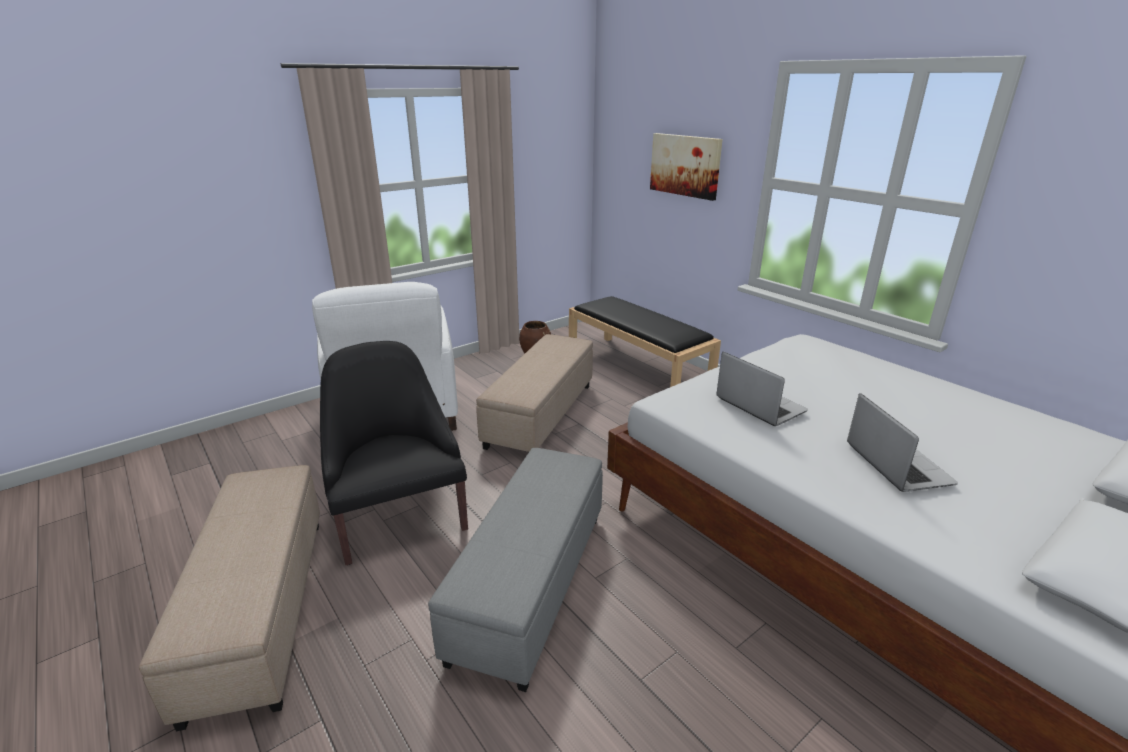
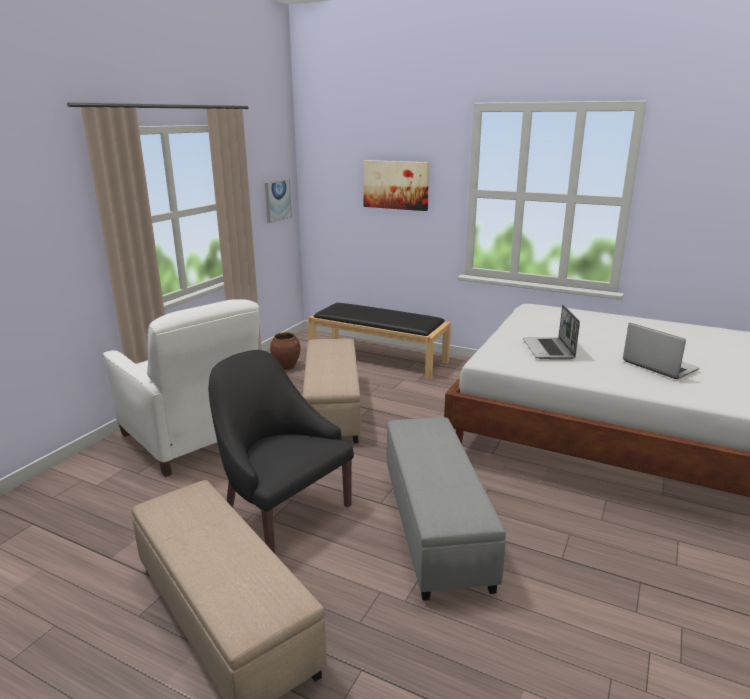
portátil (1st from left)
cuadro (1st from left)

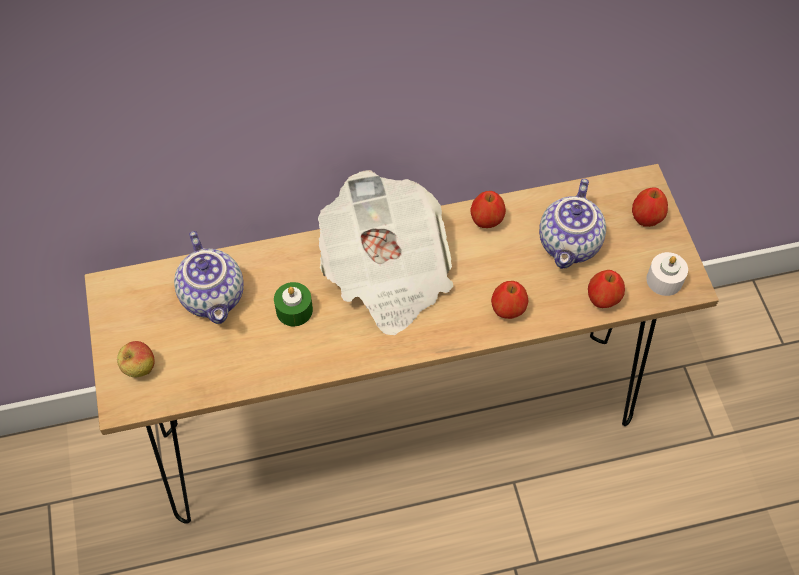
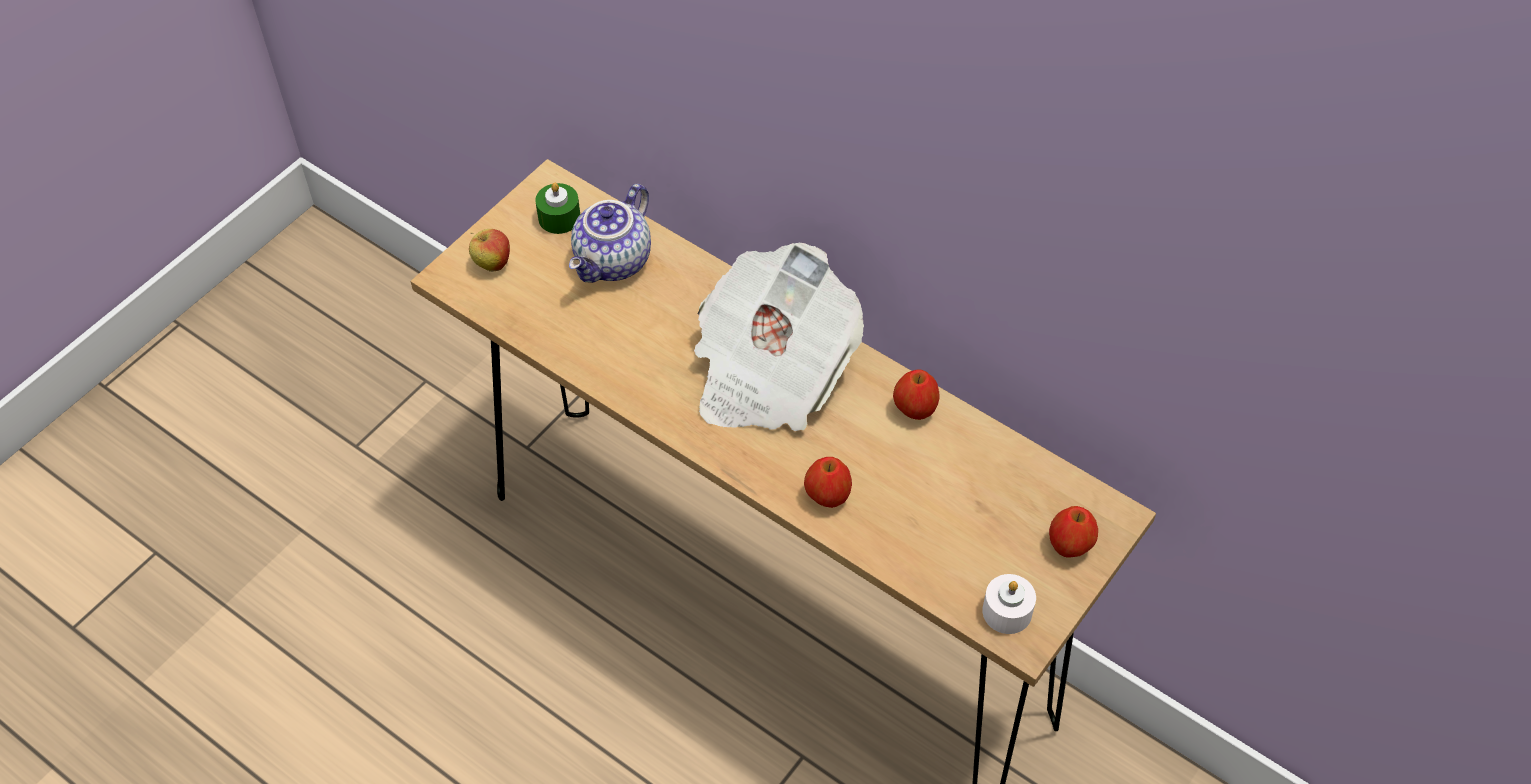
vela (verde)
tetera (2nd from left in the first image)
manzana (4th from left in the first image)

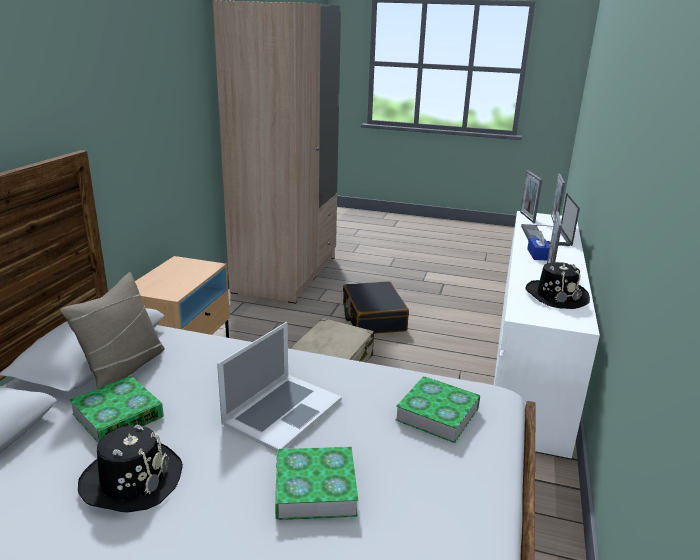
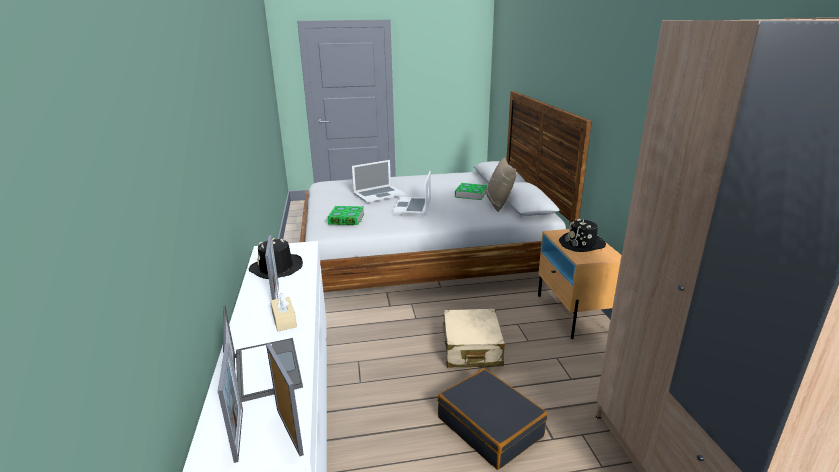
sombrero (negro) (2nd from left)
portátil (2nd from left)
caja de pañuelos (beis)

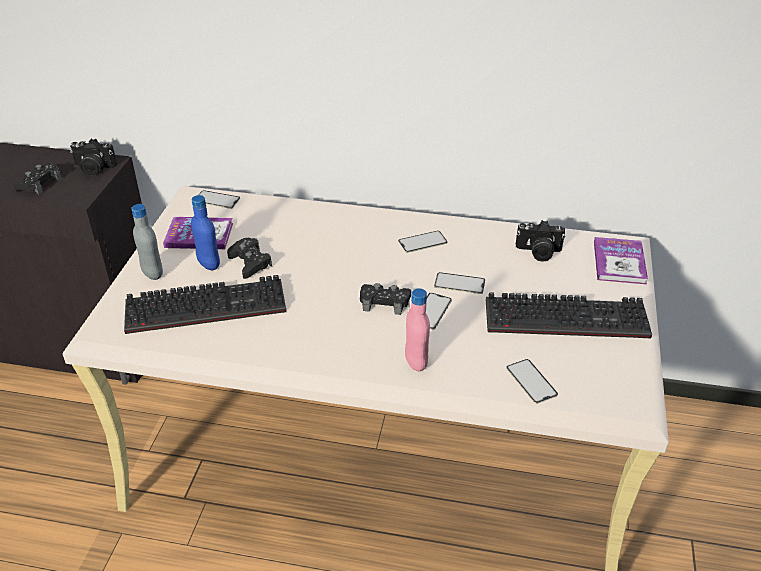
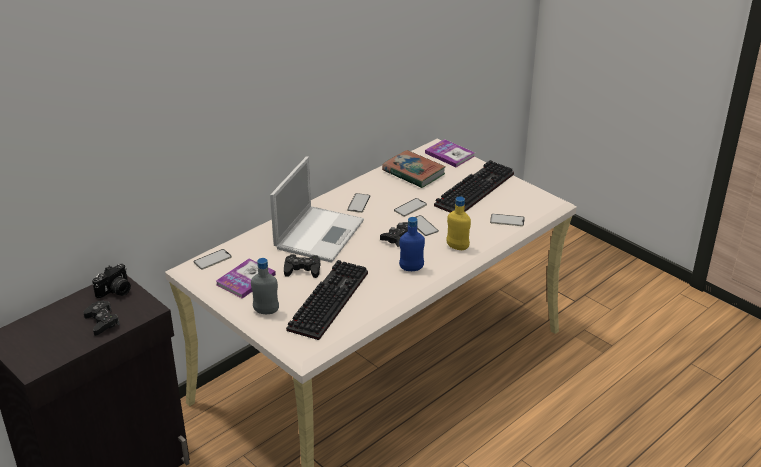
botella (azul)
botella (amarillo)
libro (2nd from left)
portátil

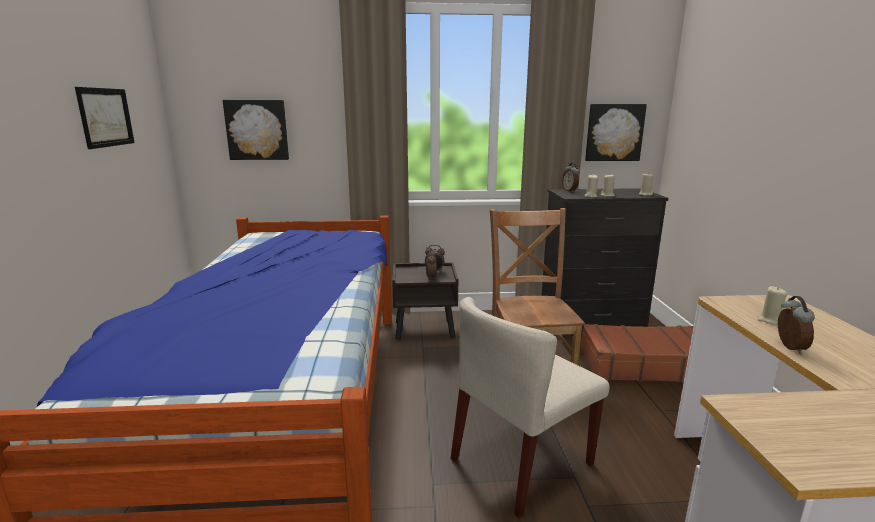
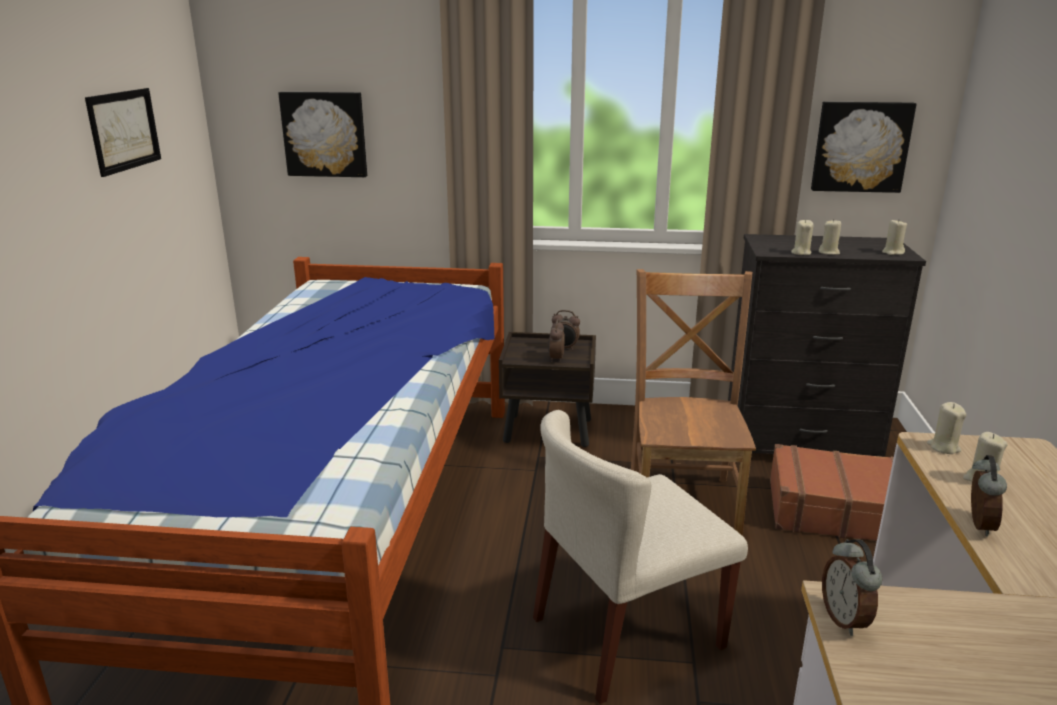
despertador (3rd from left)
vela (beis) (4th from left)

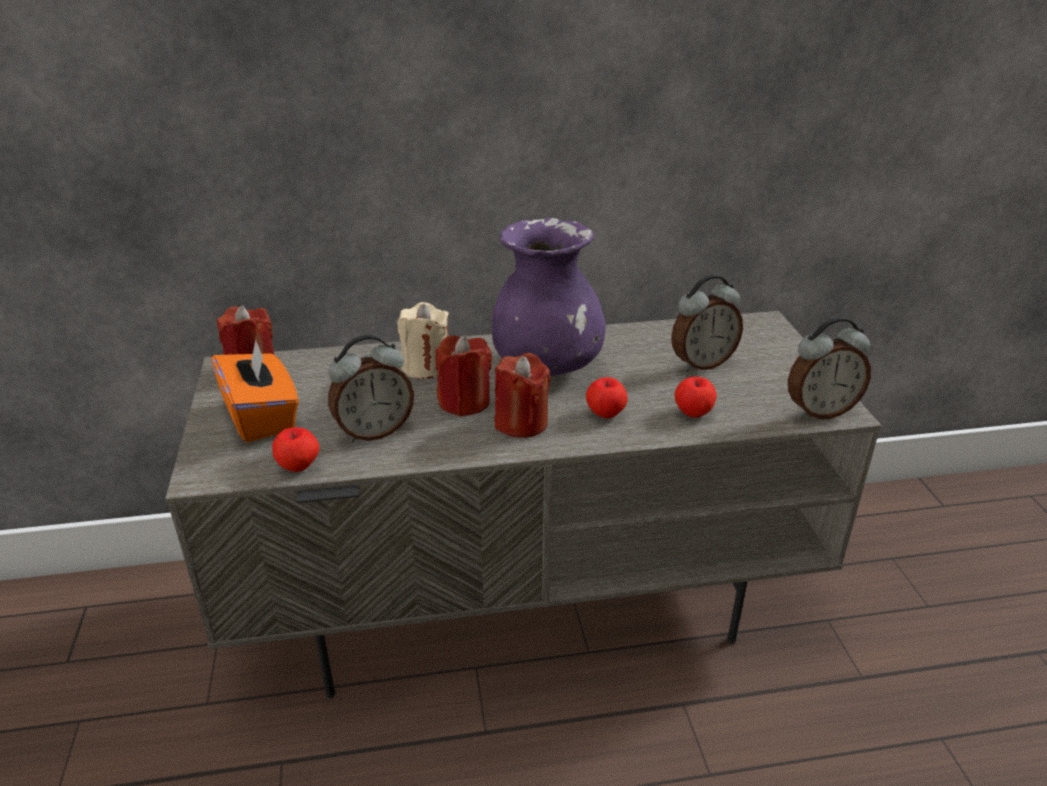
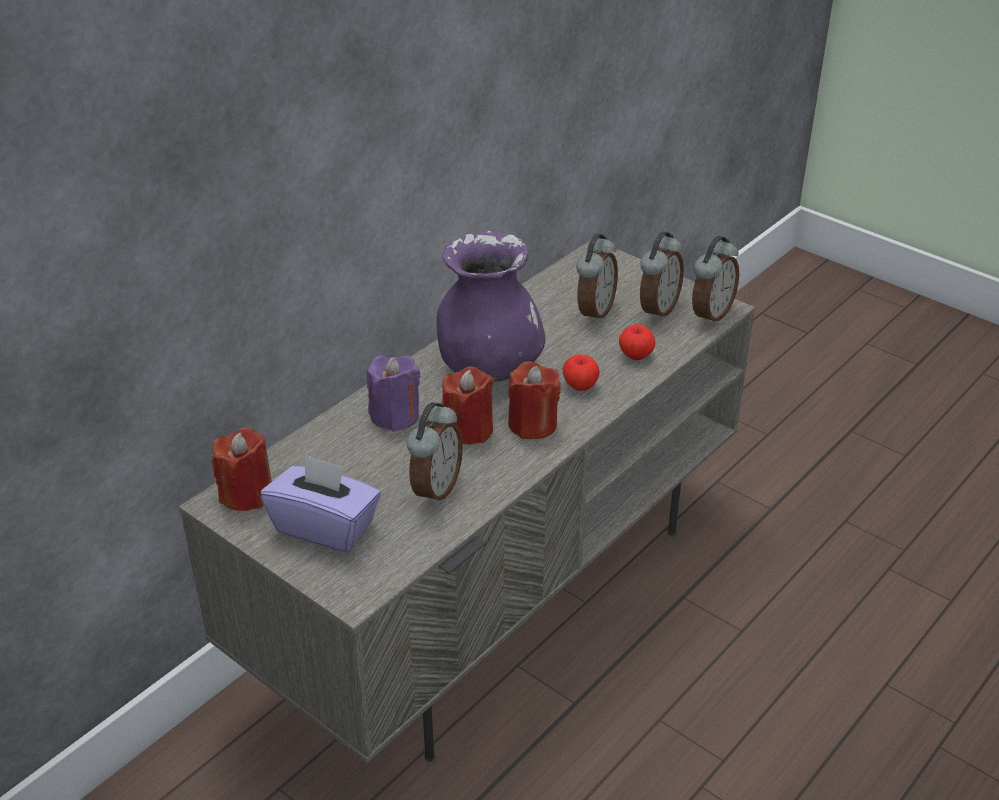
caja de pañuelos (morado)
manzana (1st from left in the first image)
vela (morado)
despertador (3rd from left)

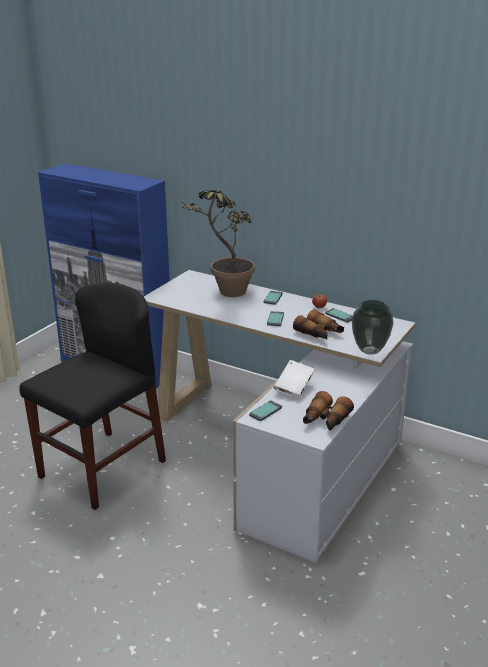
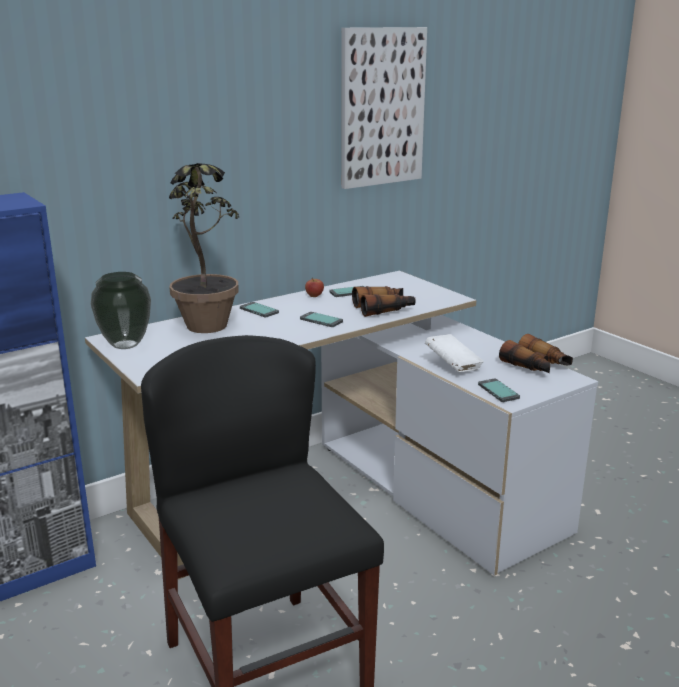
florero
cuadro

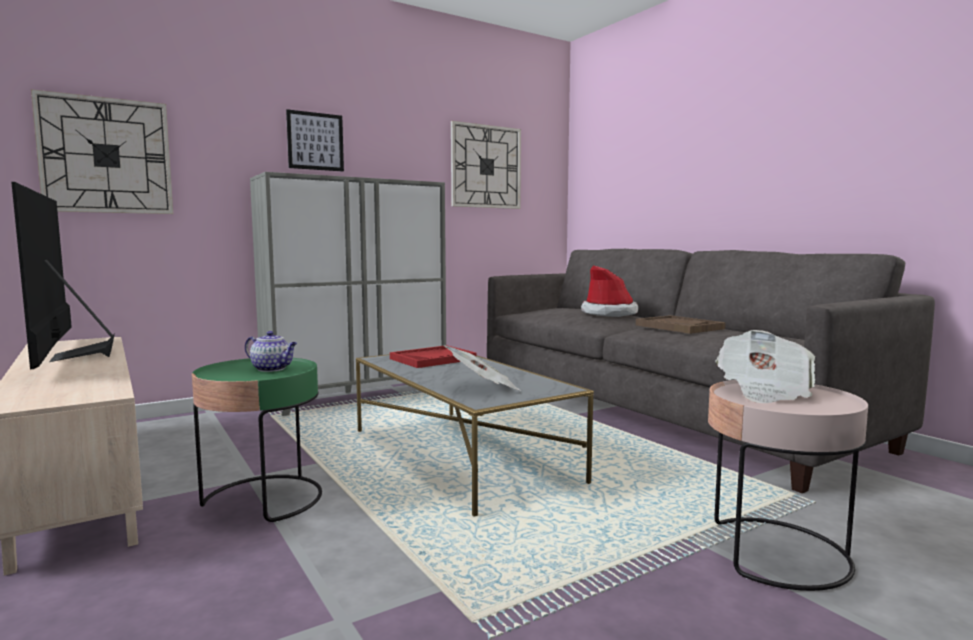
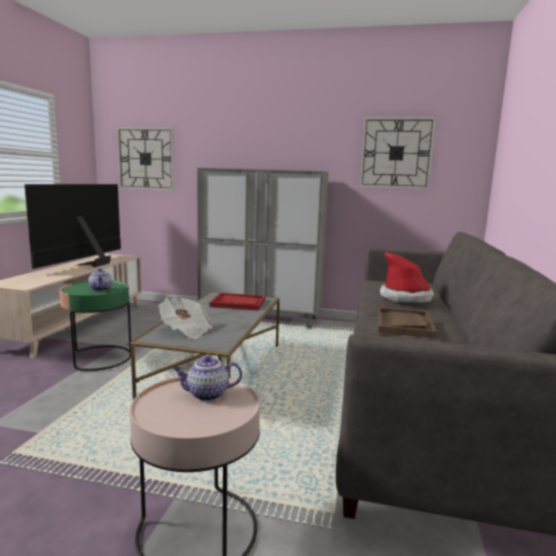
cuadro
tetera (2nd from left)

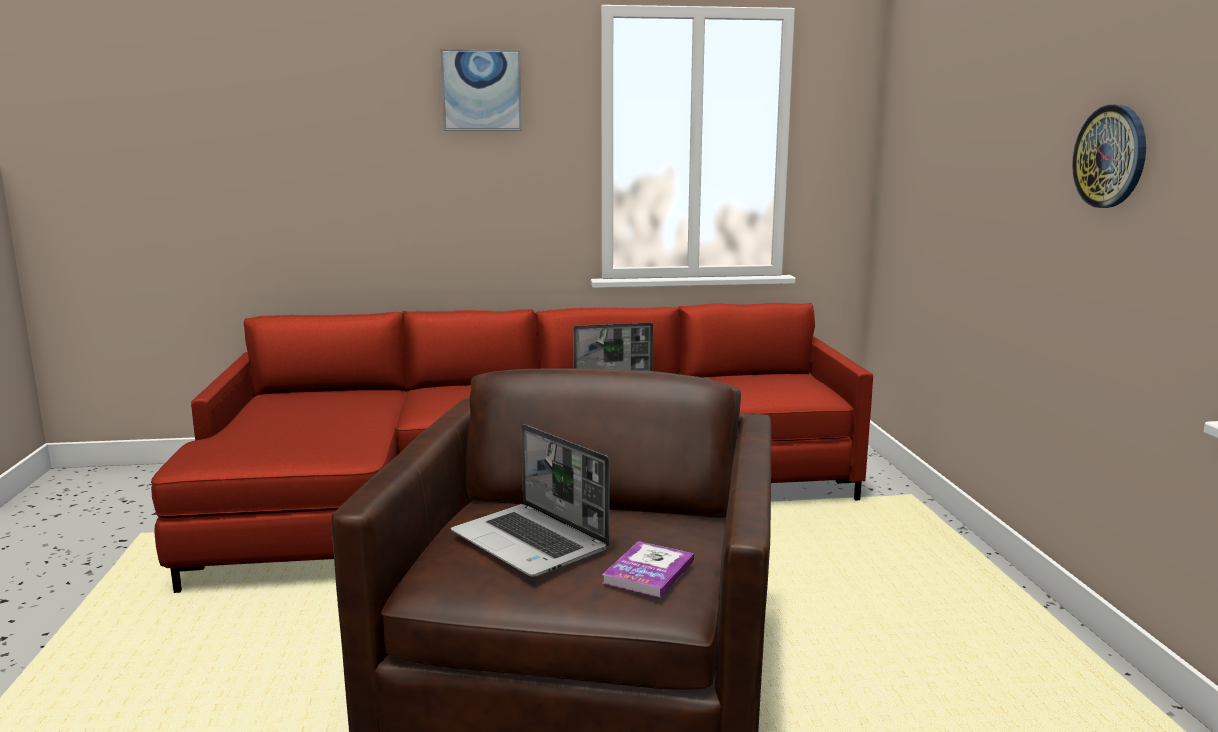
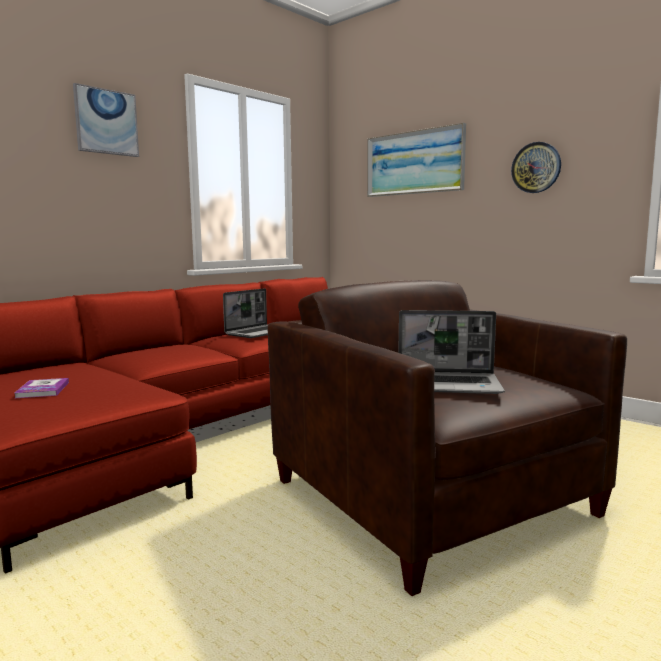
libro
cuadro (2nd from left)

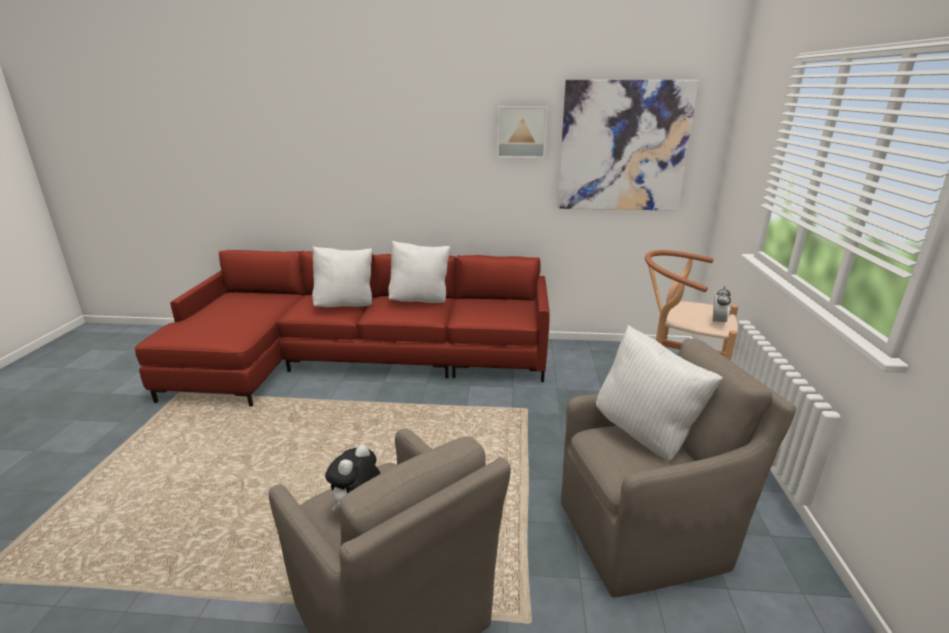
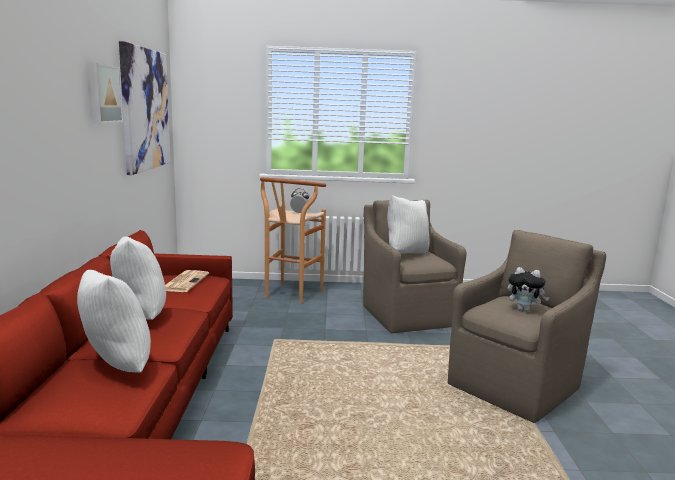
periódico

